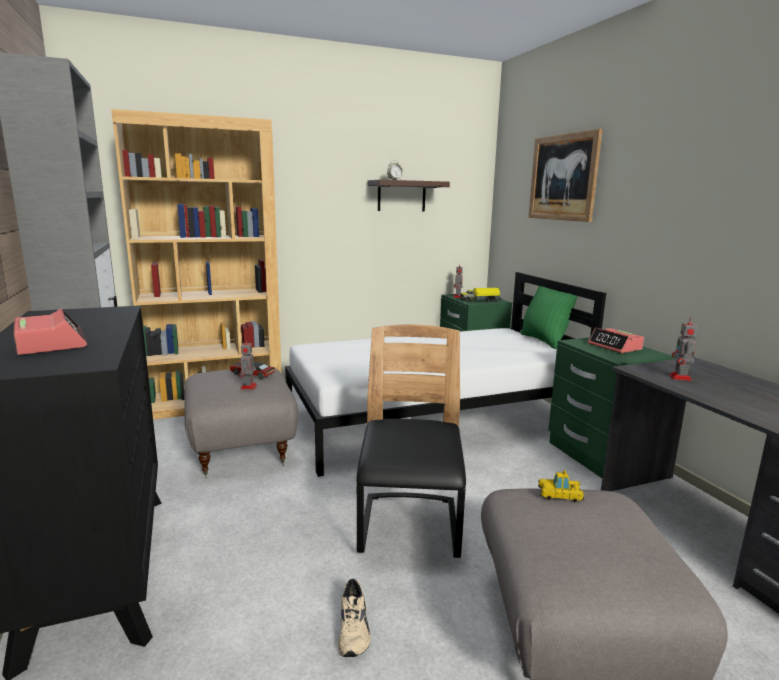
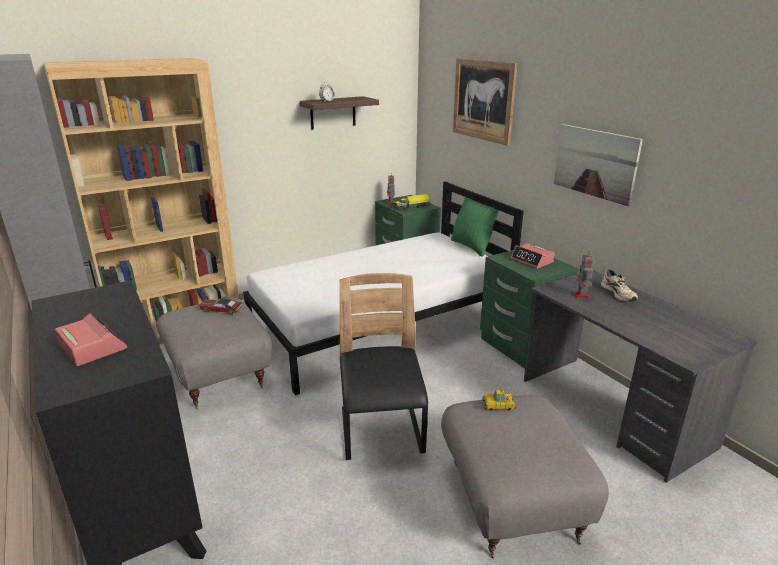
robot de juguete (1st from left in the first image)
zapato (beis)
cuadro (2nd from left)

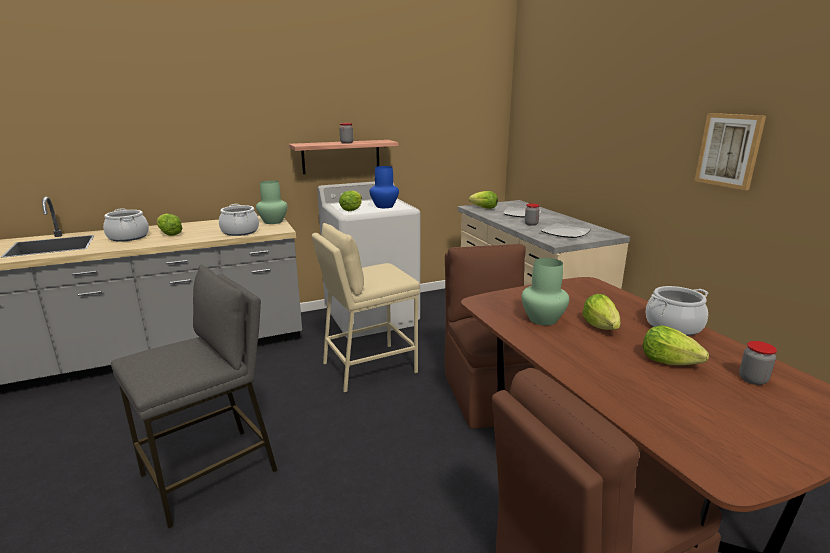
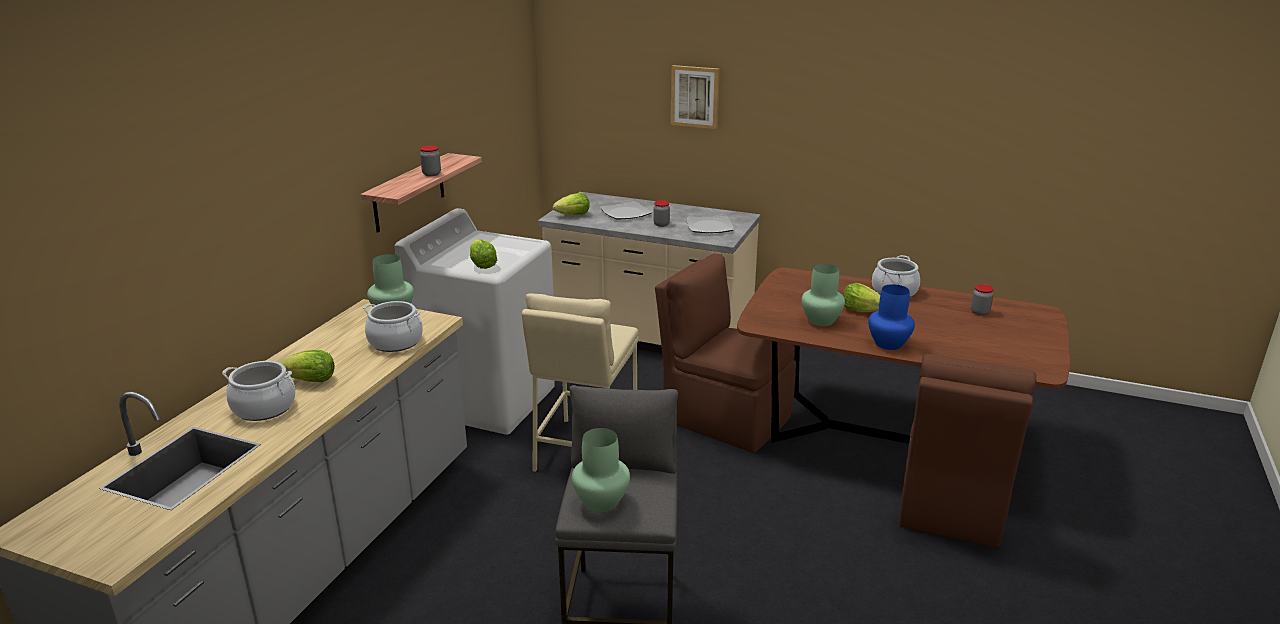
florero (azul)
lechuga (5th from left in the first image)
cuadro
florero (verde) (2nd from left)

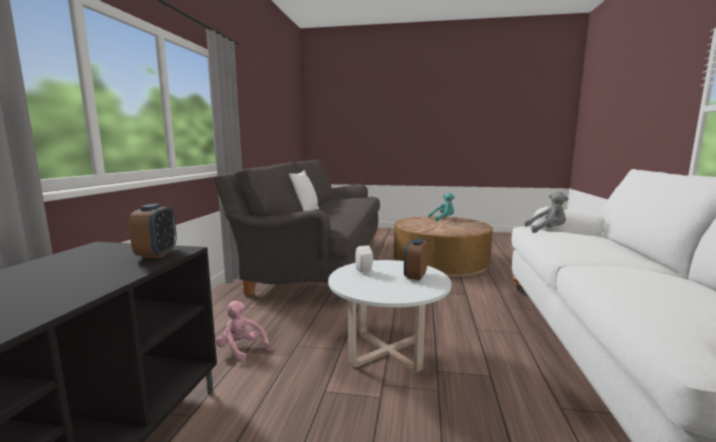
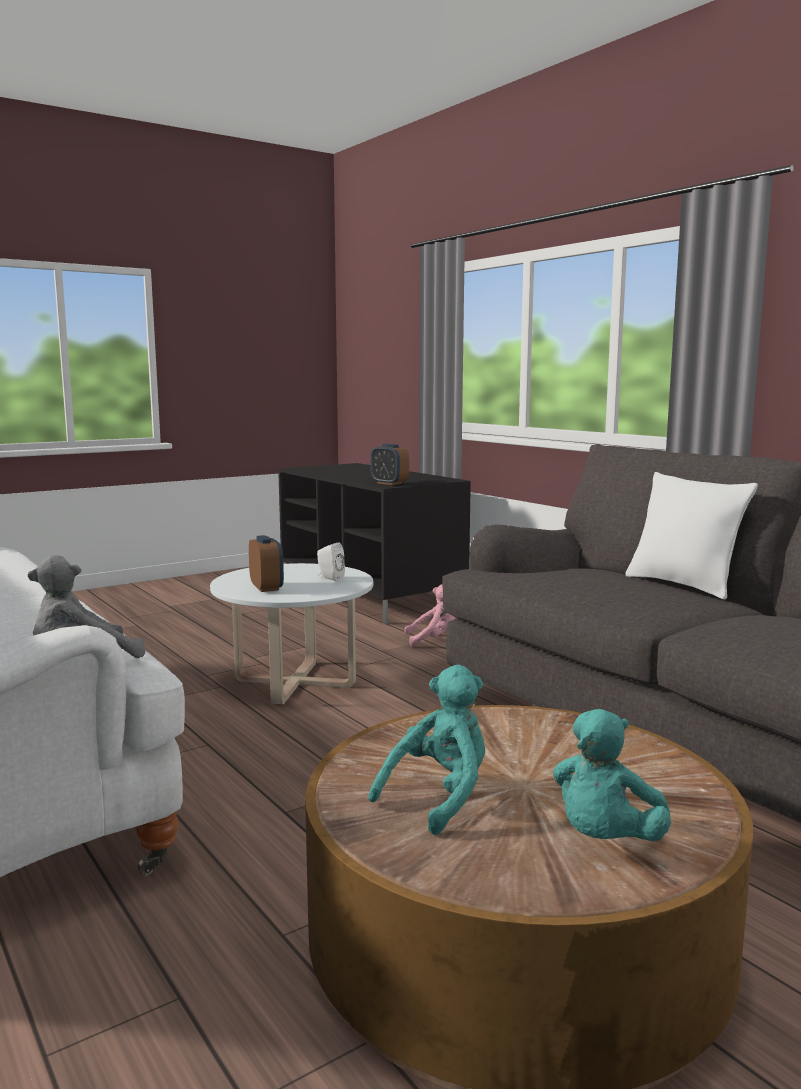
peluche (turquesa) (1st from left)

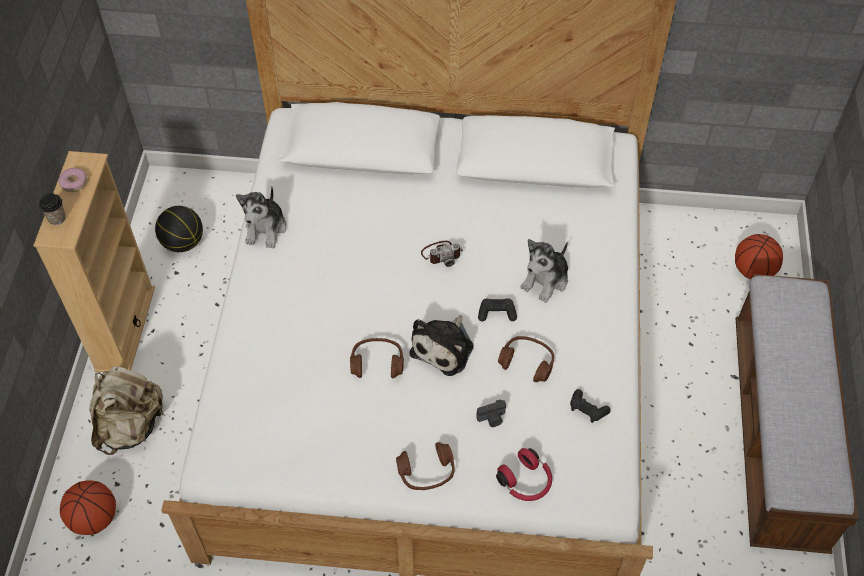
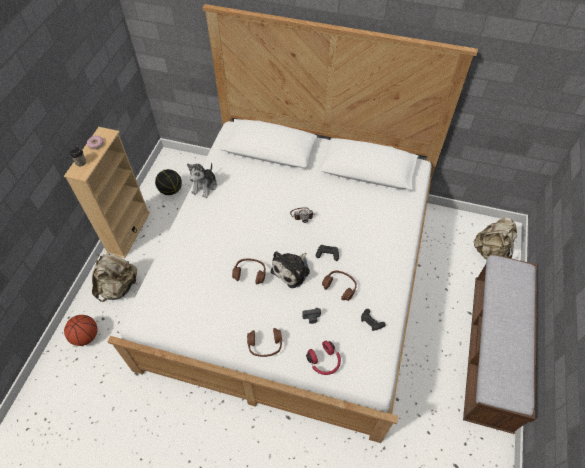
peluche (3rd from left in the first image)
mochila (beis) (2nd from left)

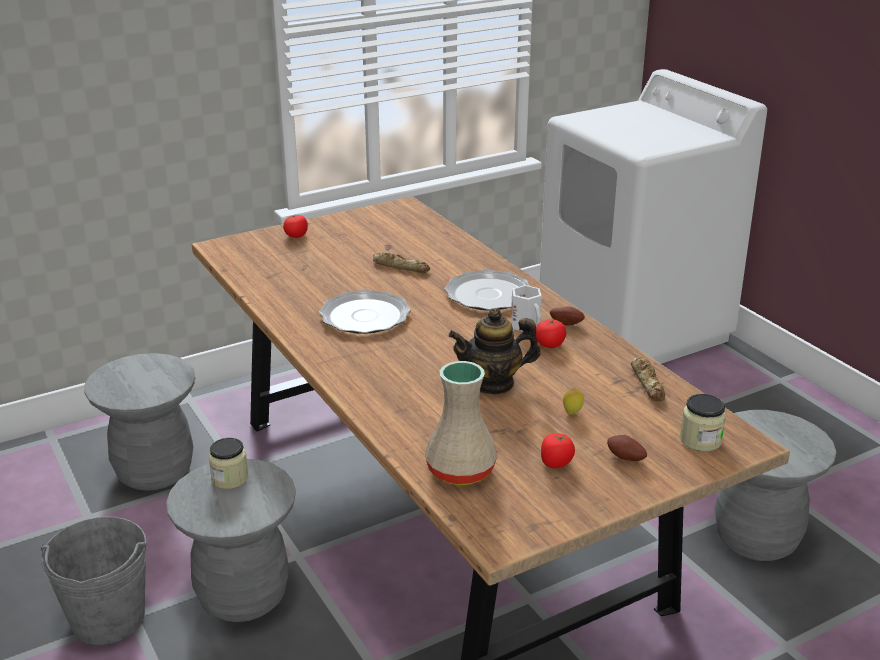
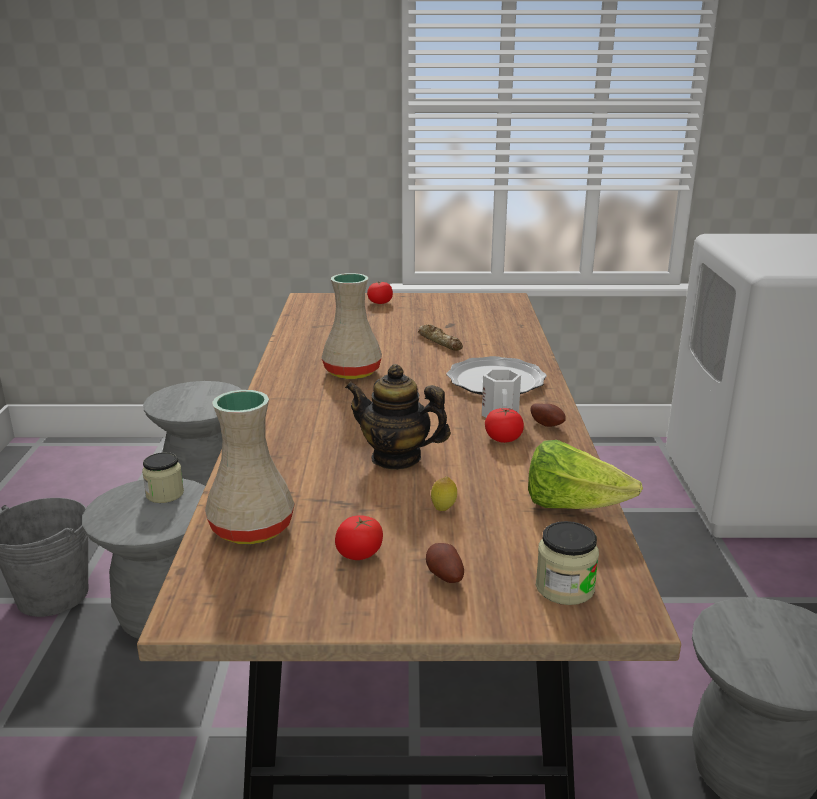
florero (beis) (2nd from left)
lechuga

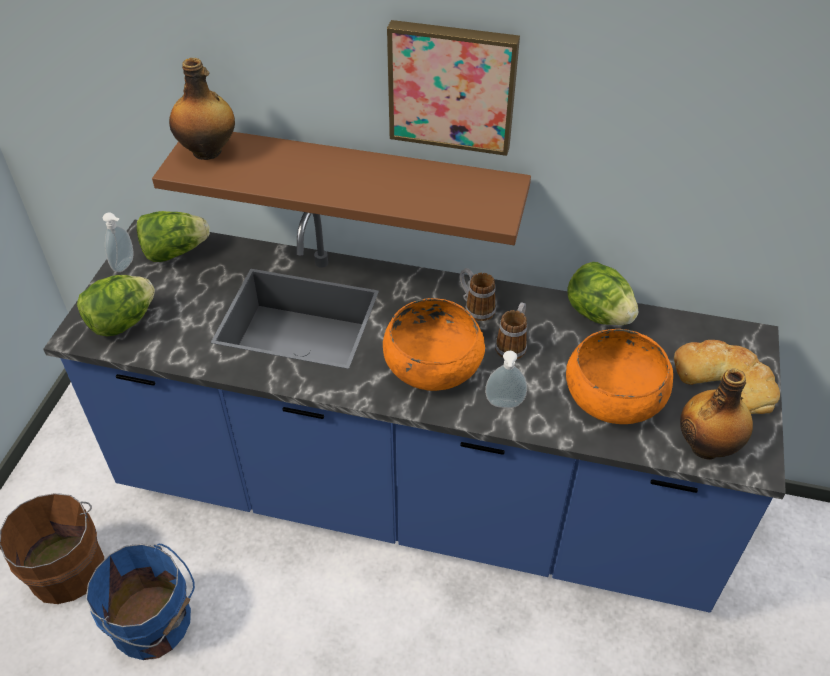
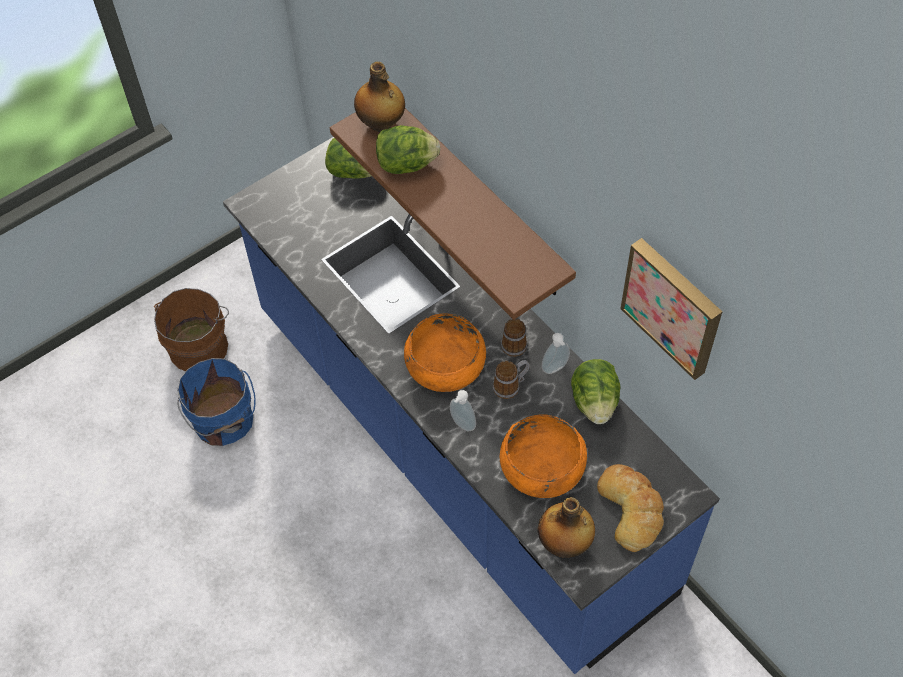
lechuga (2nd from left)
dispensador de jabón (2nd from left)
cuadro

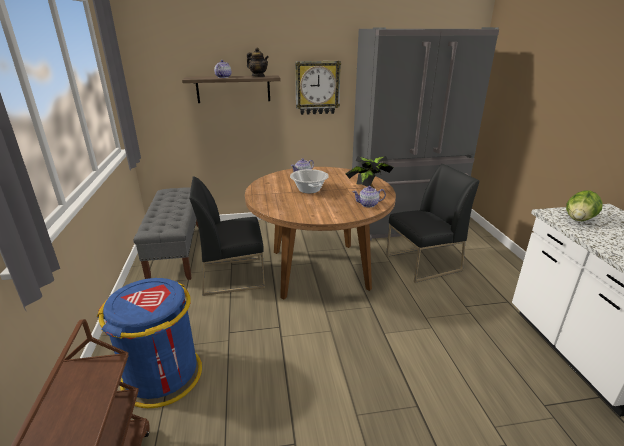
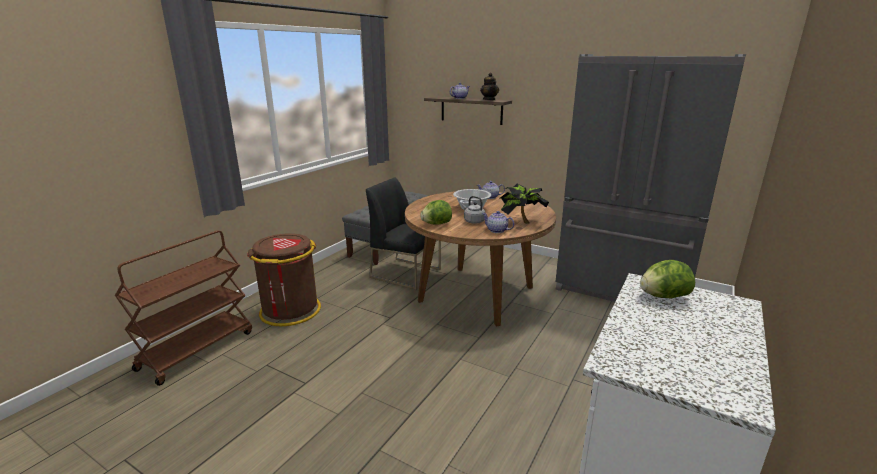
papelera (marrón)
reloj de pared
silla (negro) (2nd from left in the first image)
lechuga (1st from left)
hervidor (gris)

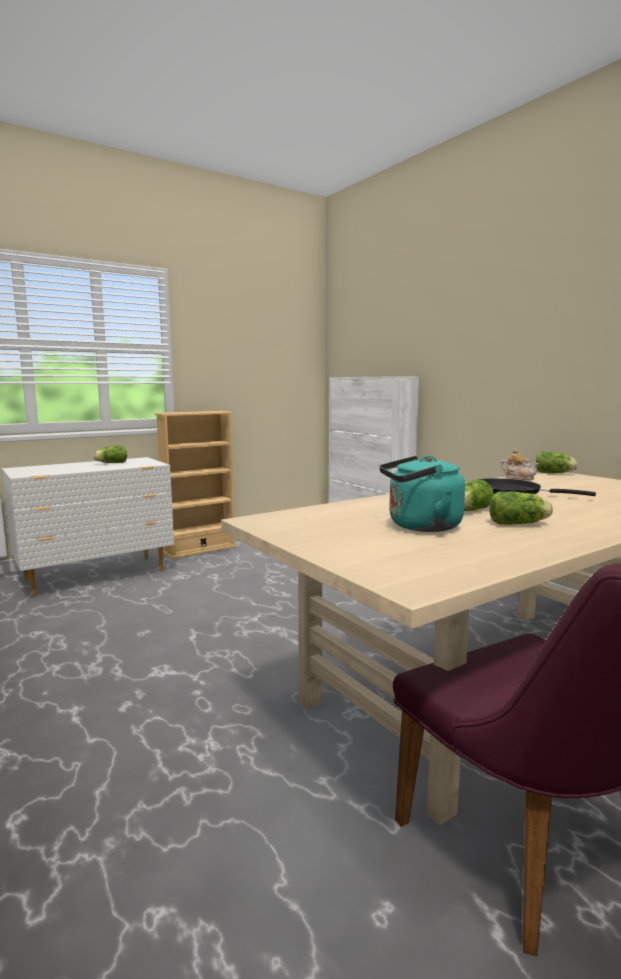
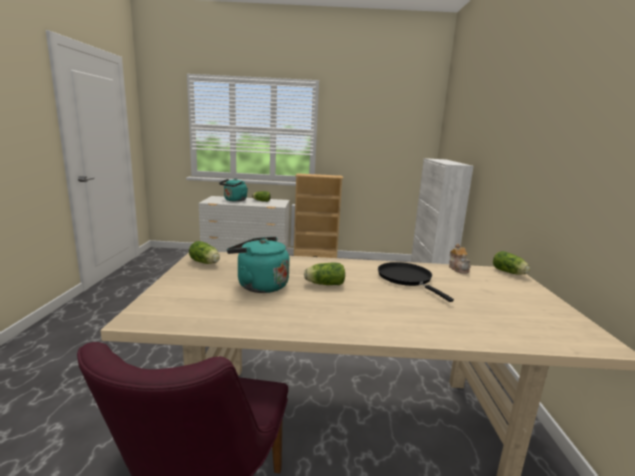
lechuga (1st from left)
hervidor (turquesa) (1st from left)

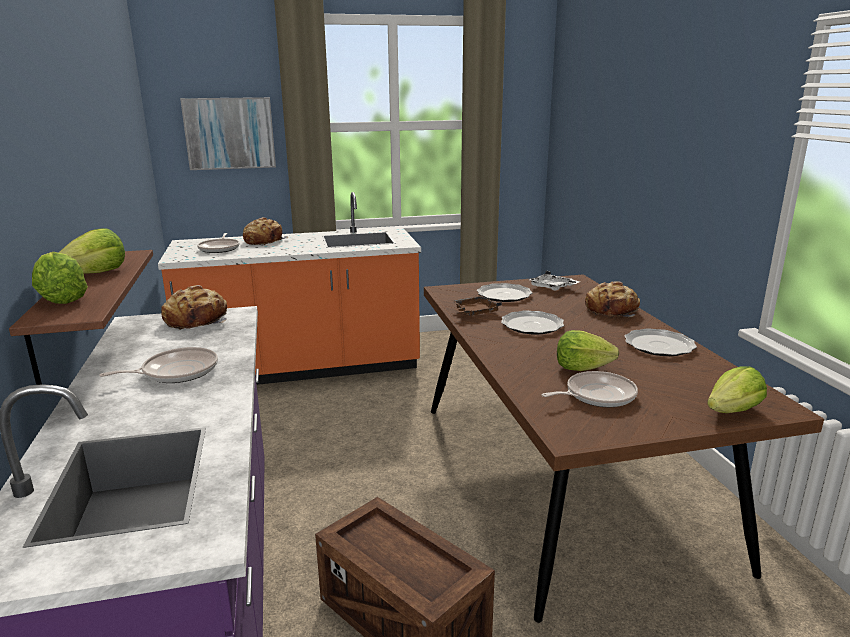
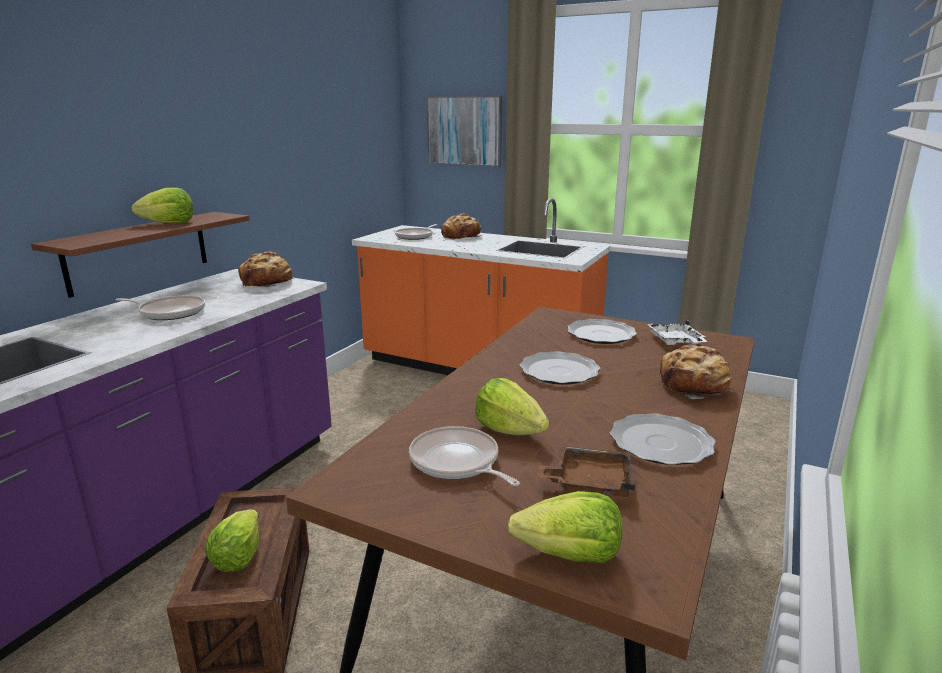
lechuga (2nd from left)
bandeja (marrón)
sartén (3rd from left)

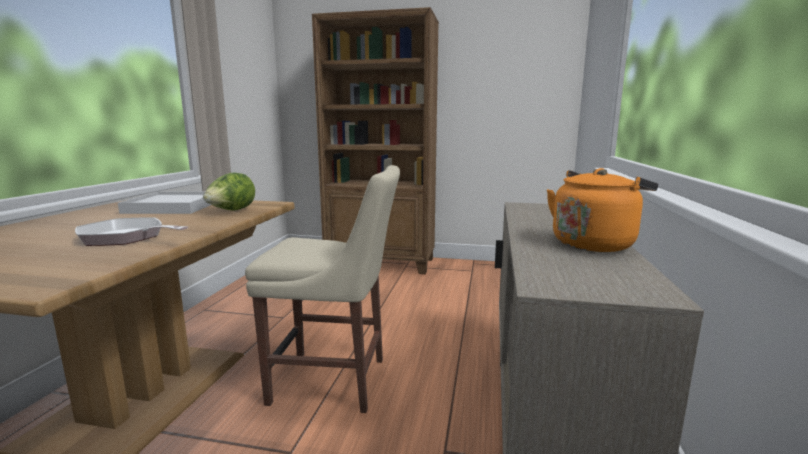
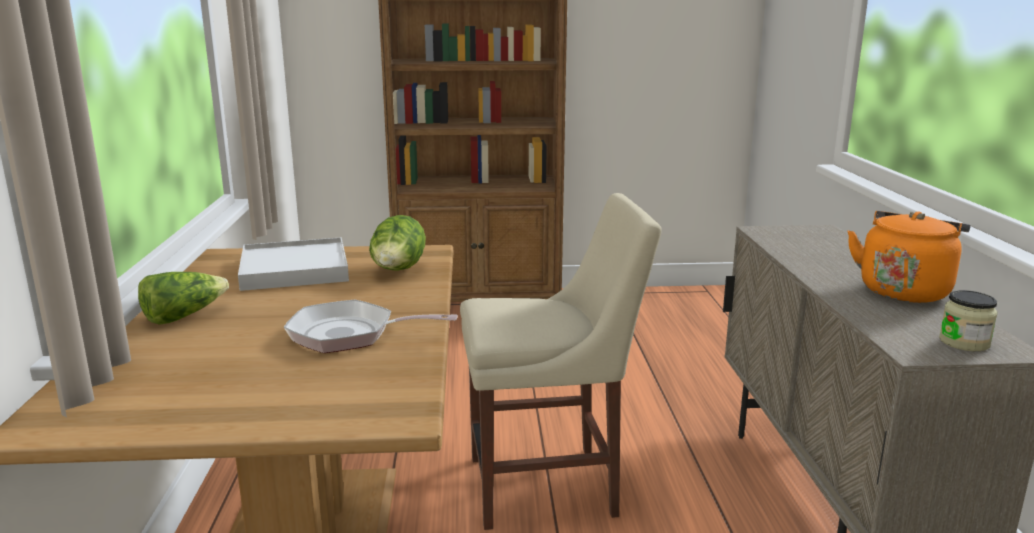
lechuga (1st from left)
tarro

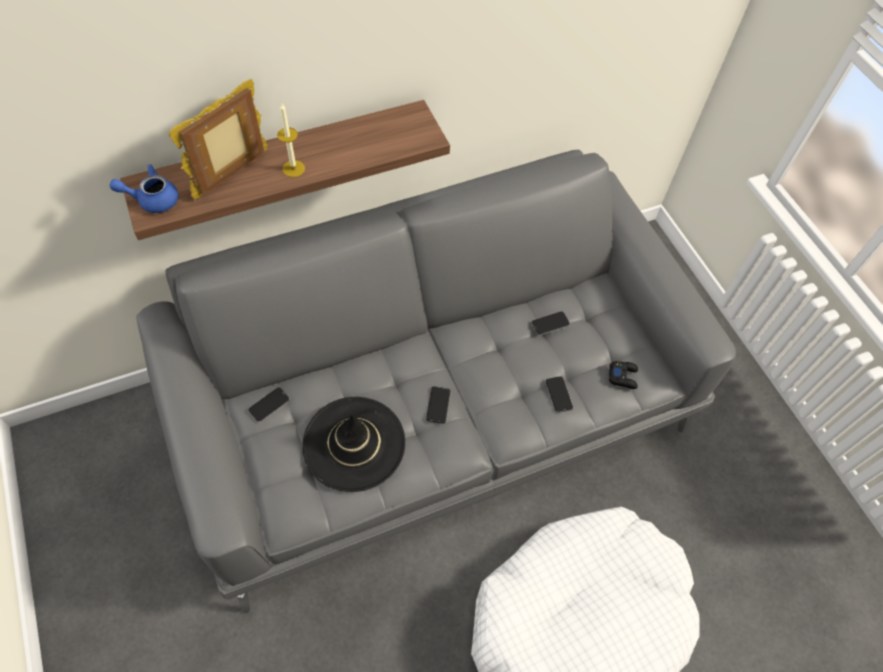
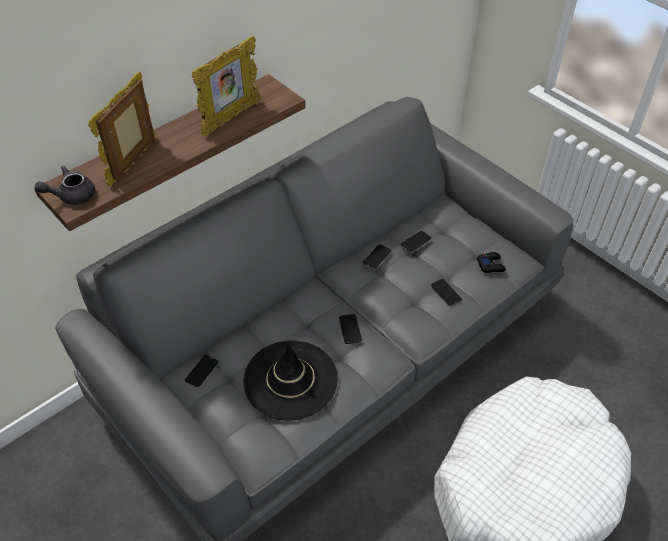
tetera (gris)
vela
portarretratos (2nd from left)
móvil (3rd from left)

